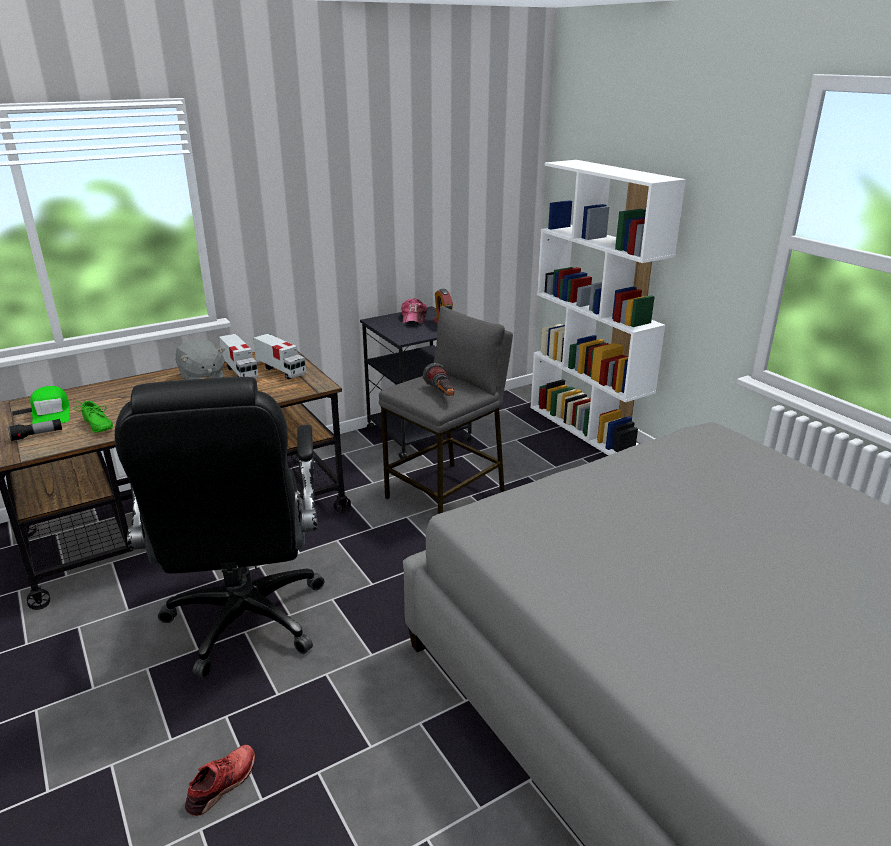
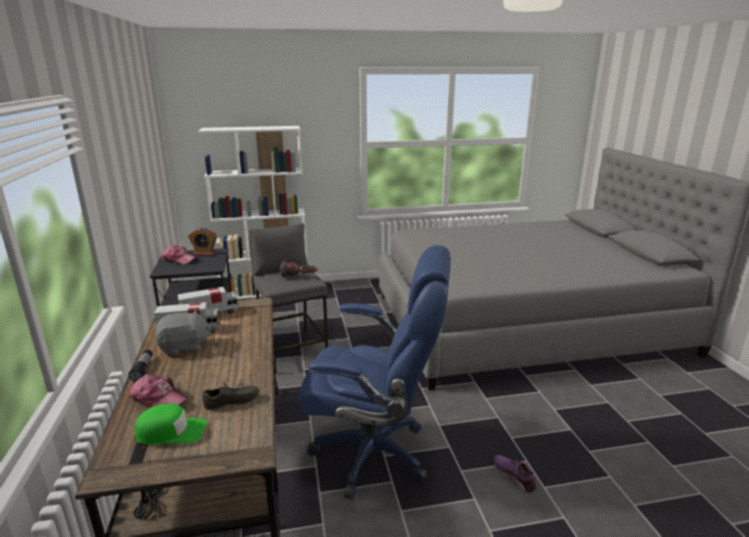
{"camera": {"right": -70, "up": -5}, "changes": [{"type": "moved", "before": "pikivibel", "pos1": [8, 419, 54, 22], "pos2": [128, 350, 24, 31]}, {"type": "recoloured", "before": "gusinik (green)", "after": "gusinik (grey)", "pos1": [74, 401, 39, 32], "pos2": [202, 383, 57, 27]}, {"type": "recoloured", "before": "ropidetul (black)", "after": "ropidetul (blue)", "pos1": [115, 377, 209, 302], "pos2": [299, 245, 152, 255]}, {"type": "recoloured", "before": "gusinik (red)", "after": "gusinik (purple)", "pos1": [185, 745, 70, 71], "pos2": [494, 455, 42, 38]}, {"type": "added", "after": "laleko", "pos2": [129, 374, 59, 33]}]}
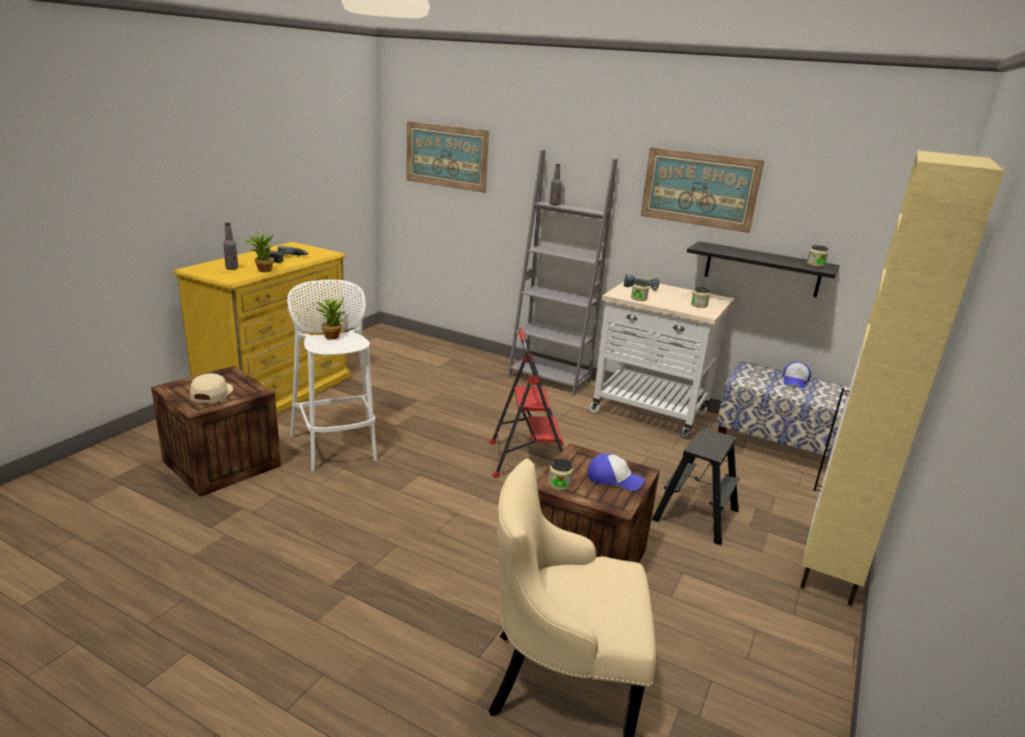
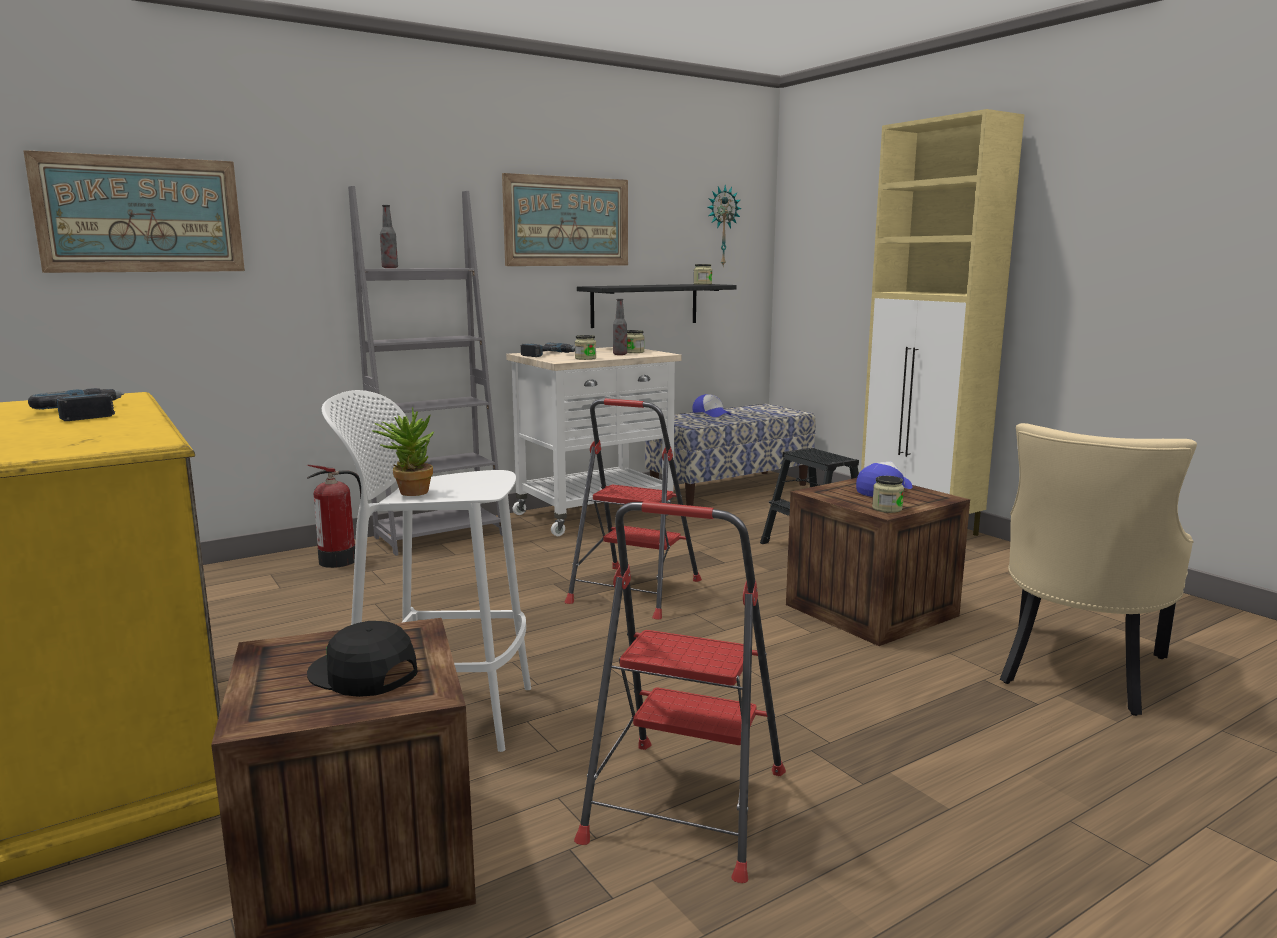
{"camera": {"right": -60, "up": -10}, "changes": [{"type": "recoloured", "before": "laleko (beige)", "after": "laleko (black)", "pos1": [190, 374, 43, 29], "pos2": [307, 621, 111, 76]}, {"type": "moved", "before": "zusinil", "pos1": [223, 222, 15, 48], "pos2": [613, 299, 14, 56]}, {"type": "removed", "before": "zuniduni", "pos1": [243, 230, 31, 42]}, {"type": "added", "after": "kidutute", "pos2": [307, 465, 54, 103]}, {"type": "added", "after": "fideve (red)", "pos2": [574, 501, 212, 382]}, {"type": "added", "after": "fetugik", "pos2": [707, 185, 35, 81]}]}
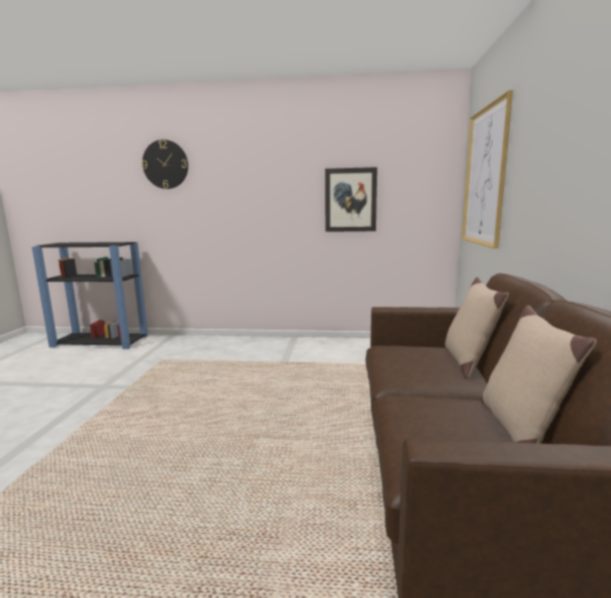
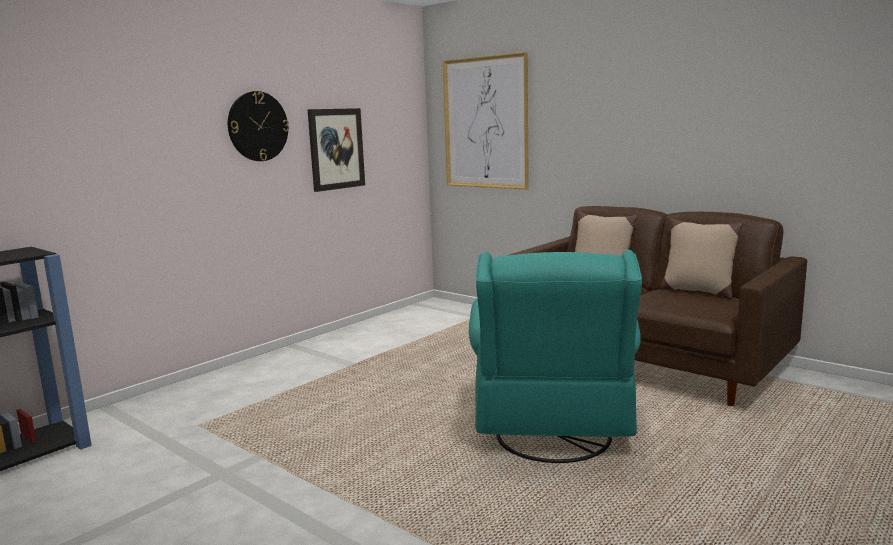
{"camera": {"right": -55, "up": 0}, "changes": [{"type": "moved", "before": "fetugik", "pos1": [142, 140, 46, 49], "pos2": [228, 91, 61, 70]}, {"type": "added", "after": "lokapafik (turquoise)", "pos2": [469, 250, 173, 213]}]}
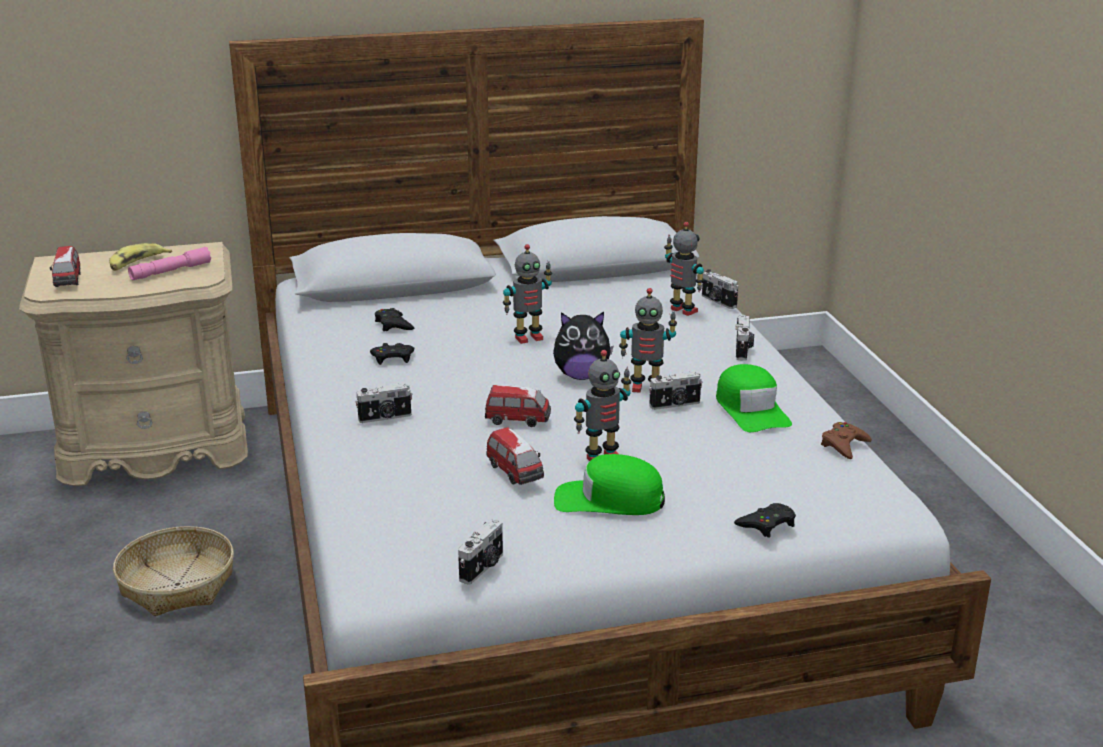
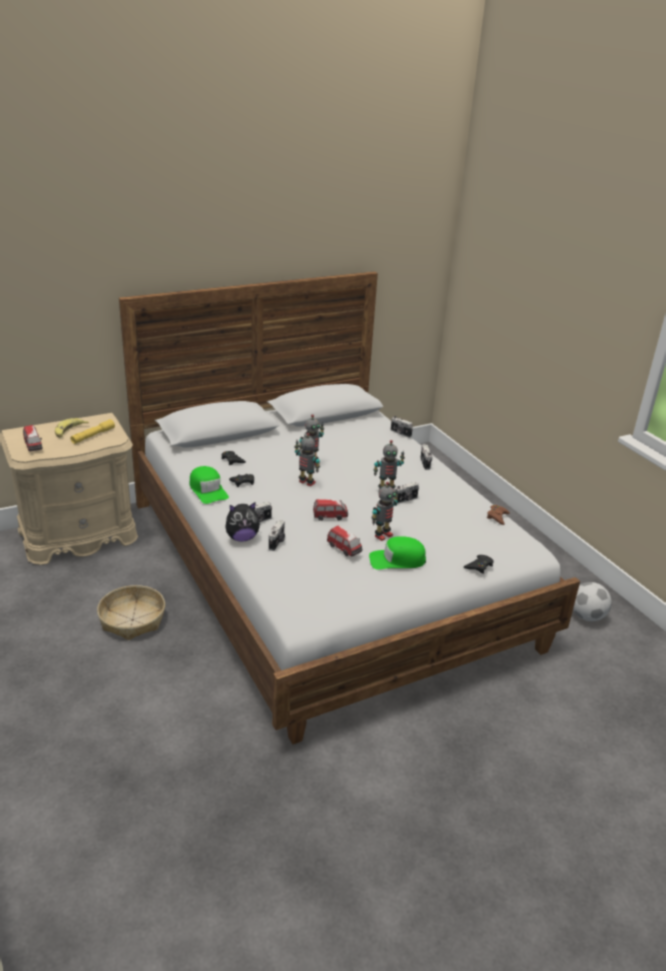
{"camera": {"right": -15, "up": 5}, "changes": [{"type": "recoloured", "before": "pikivibel (pink)", "after": "pikivibel (yellow)", "pos1": [128, 247, 83, 33], "pos2": [70, 419, 45, 25]}, {"type": "moved", "before": "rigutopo", "pos1": [458, 519, 45, 66], "pos2": [269, 520, 16, 31]}, {"type": "moved", "before": "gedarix", "pos1": [553, 312, 60, 68], "pos2": [225, 502, 35, 40]}, {"type": "moved", "before": "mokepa", "pos1": [664, 222, 40, 94], "pos2": [294, 433, 26, 54]}, {"type": "moved", "before": "laleko (green)", "pos1": [716, 364, 76, 68], "pos2": [190, 466, 39, 38]}, {"type": "added", "after": "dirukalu", "pos2": [573, 582, 39, 39]}]}
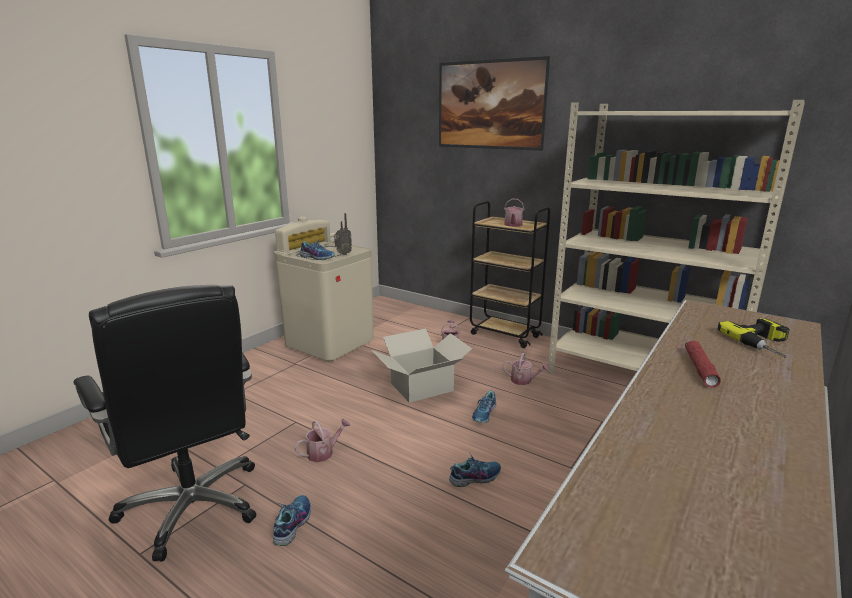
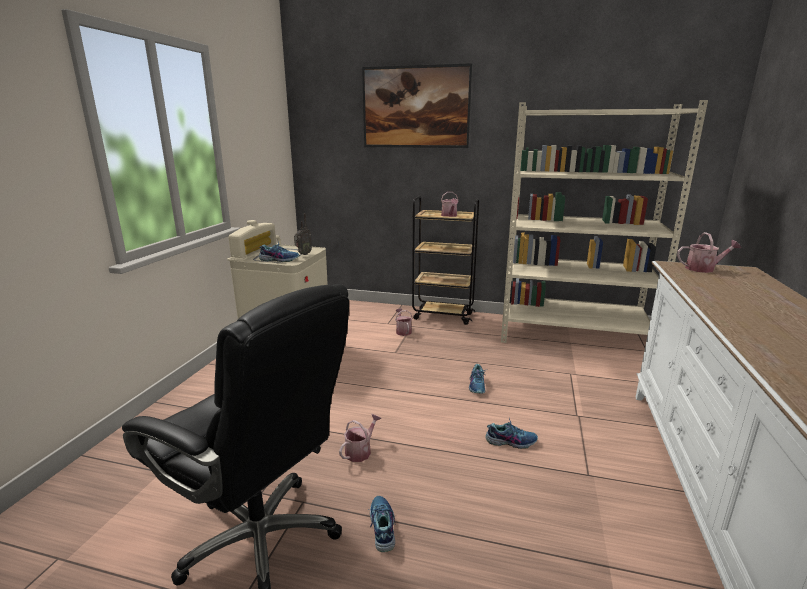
{"camera": {"right": -20, "up": 0}, "changes": [{"type": "removed", "before": "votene", "pos1": [372, 328, 100, 75]}, {"type": "turned", "before": "gusinik", "pos1": [449, 451, 52, 36], "pos2": [485, 418, 53, 31], "turn": 45}, {"type": "moved", "before": "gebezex", "pos1": [503, 353, 46, 32], "pos2": [677, 232, 64, 41]}, {"type": "removed", "before": "pikivibel (red)", "pos1": [685, 340, 36, 48]}, {"type": "removed", "before": "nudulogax", "pos1": [718, 318, 72, 40]}]}
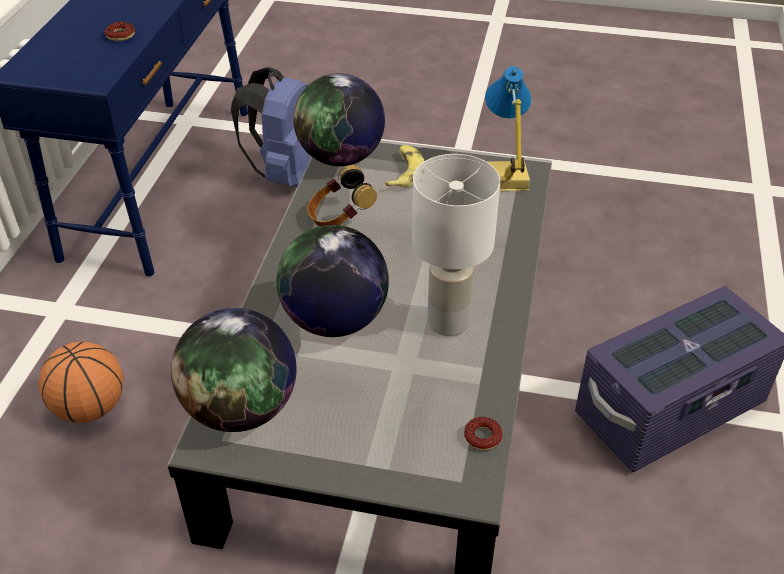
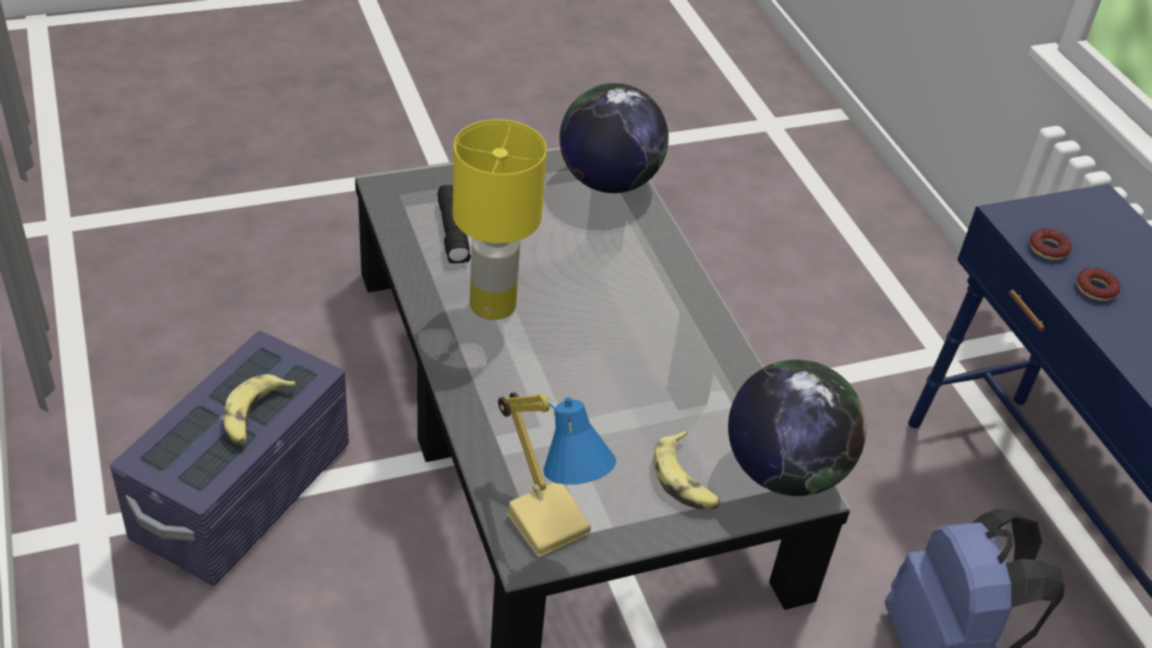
{"camera": {"right": 145, "up": 0}, "changes": [{"type": "removed", "before": "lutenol", "pos1": [38, 342, 86, 81]}, {"type": "removed", "before": "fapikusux", "pos1": [276, 225, 113, 112]}, {"type": "removed", "before": "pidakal", "pos1": [307, 165, 70, 62]}, {"type": "recoloured", "before": "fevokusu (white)", "after": "fevokusu (yellow)", "pos1": [412, 154, 89, 182], "pos2": [453, 119, 94, 201]}, {"type": "moved", "before": "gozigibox", "pos1": [464, 417, 39, 33], "pos2": [1029, 228, 43, 32]}, {"type": "added", "after": "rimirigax", "pos2": [223, 374, 73, 72]}, {"type": "added", "after": "pikivibel (black)", "pos2": [438, 185, 33, 78]}]}
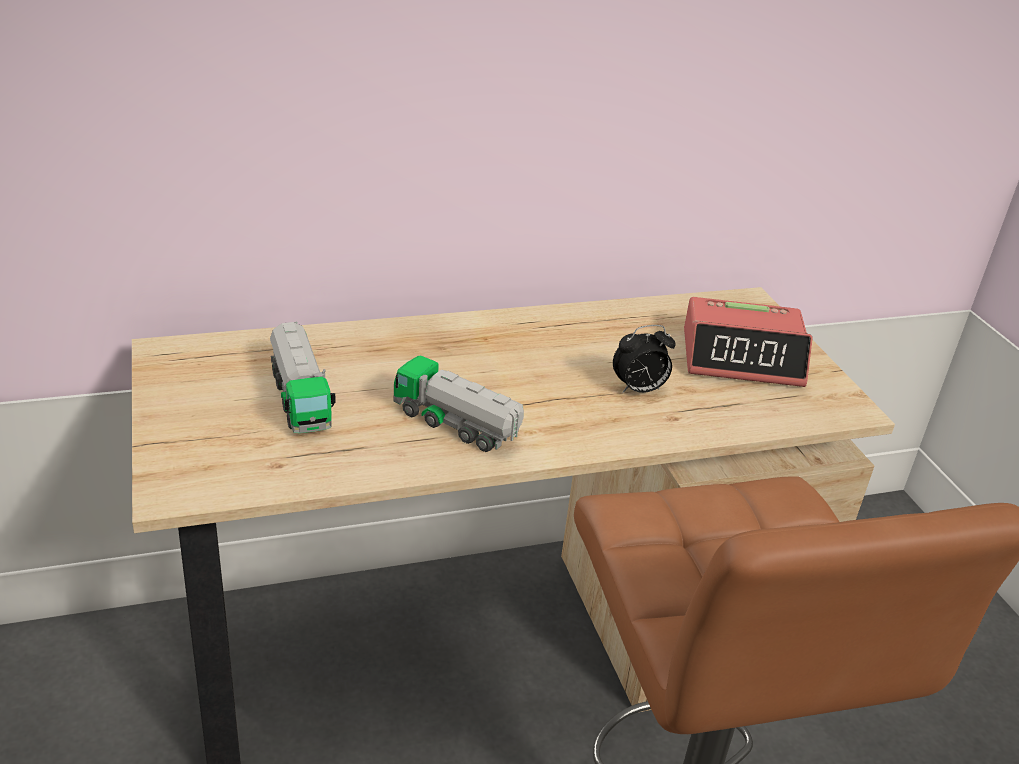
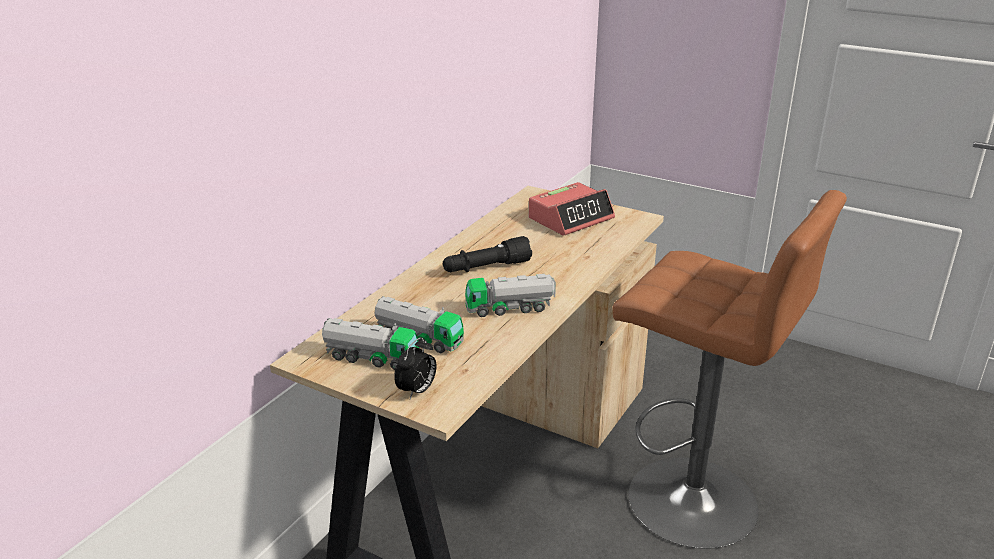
{"camera": {"right": -40, "up": -5}, "changes": [{"type": "moved", "before": "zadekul", "pos1": [613, 325, 63, 68], "pos2": [394, 337, 42, 62]}, {"type": "added", "after": "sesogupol", "pos2": [322, 318, 97, 52]}, {"type": "added", "after": "pikivibel (black)", "pos2": [443, 236, 89, 36]}]}
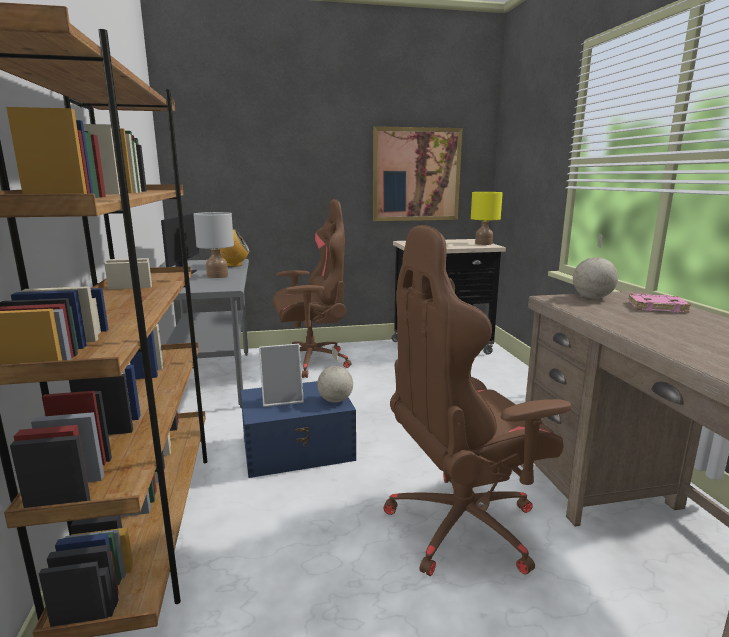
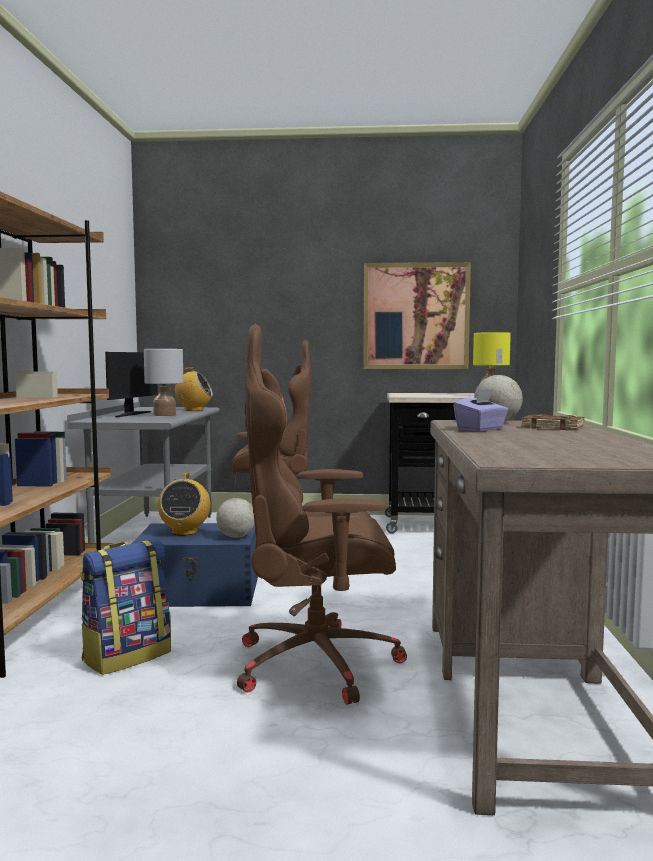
{"camera": {"right": 15, "up": -10}, "changes": [{"type": "replaced", "before": "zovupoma", "after": "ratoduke", "pos1": [259, 343, 45, 64], "pos2": [158, 473, 53, 63]}, {"type": "recoloured", "before": "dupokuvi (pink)", "after": "dupokuvi (brown)", "pos1": [628, 294, 63, 19], "pos2": [521, 414, 63, 16]}, {"type": "added", "after": "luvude", "pos2": [80, 539, 91, 136]}, {"type": "added", "after": "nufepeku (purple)", "pos2": [453, 389, 55, 42]}]}
